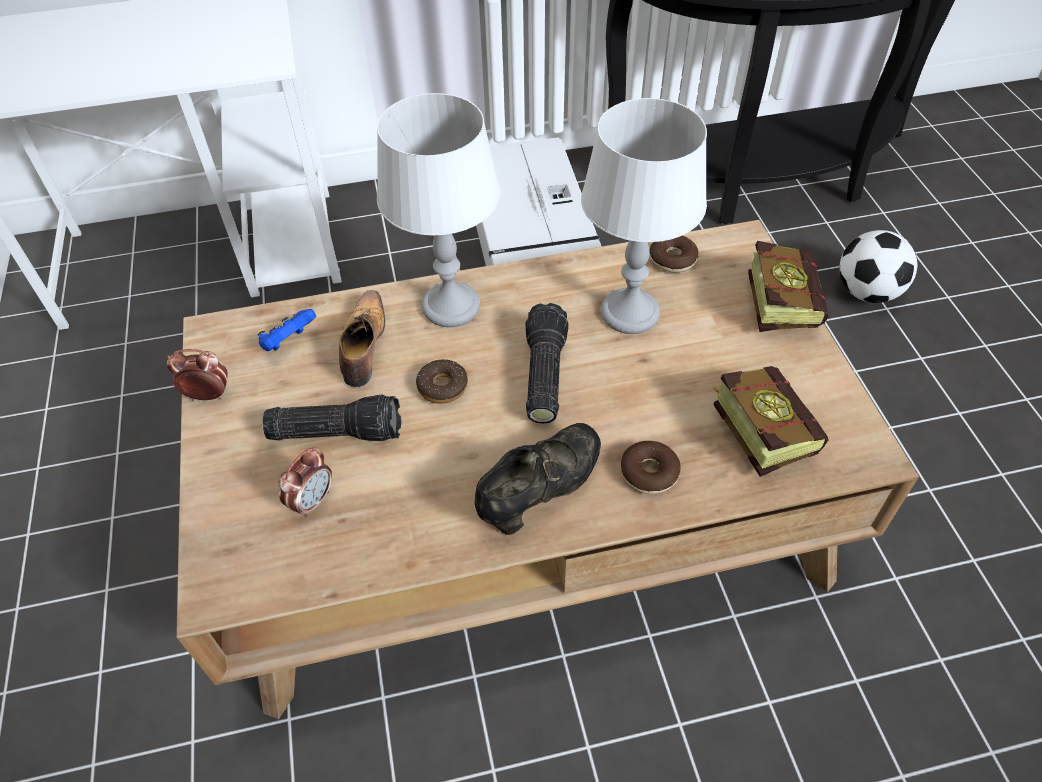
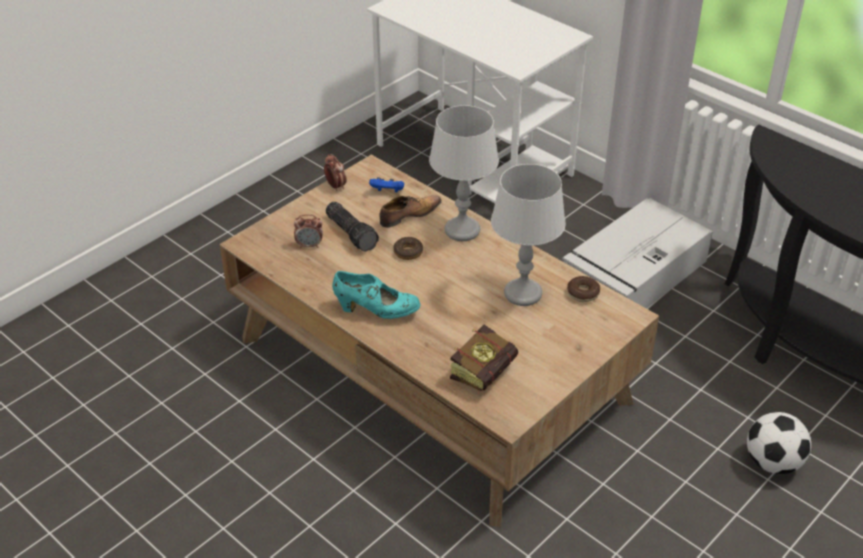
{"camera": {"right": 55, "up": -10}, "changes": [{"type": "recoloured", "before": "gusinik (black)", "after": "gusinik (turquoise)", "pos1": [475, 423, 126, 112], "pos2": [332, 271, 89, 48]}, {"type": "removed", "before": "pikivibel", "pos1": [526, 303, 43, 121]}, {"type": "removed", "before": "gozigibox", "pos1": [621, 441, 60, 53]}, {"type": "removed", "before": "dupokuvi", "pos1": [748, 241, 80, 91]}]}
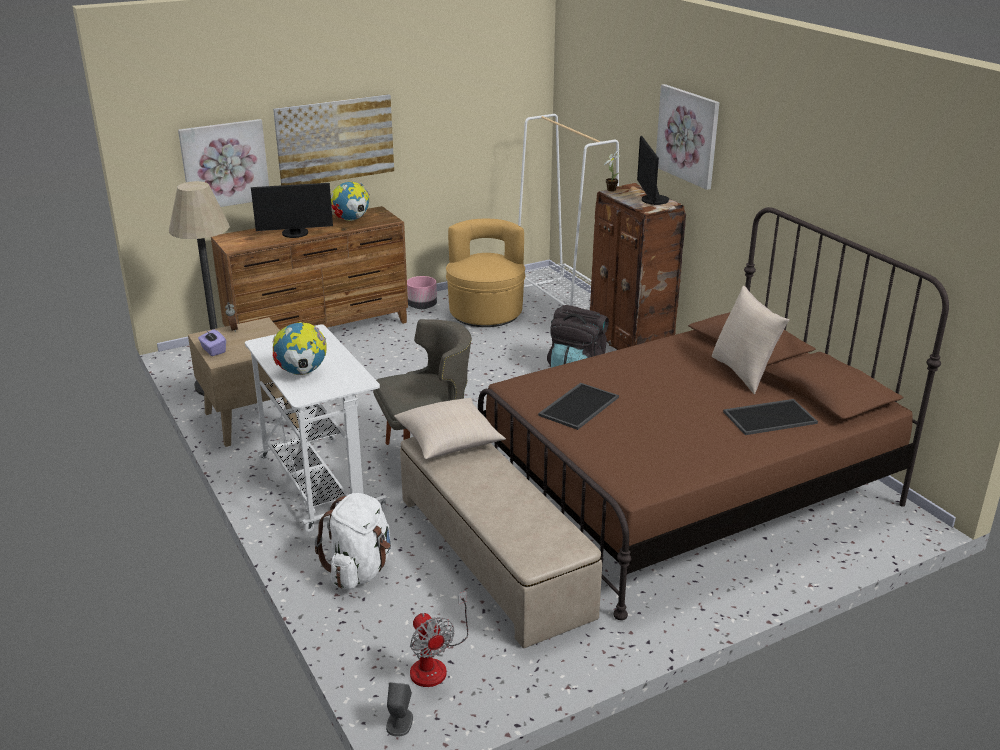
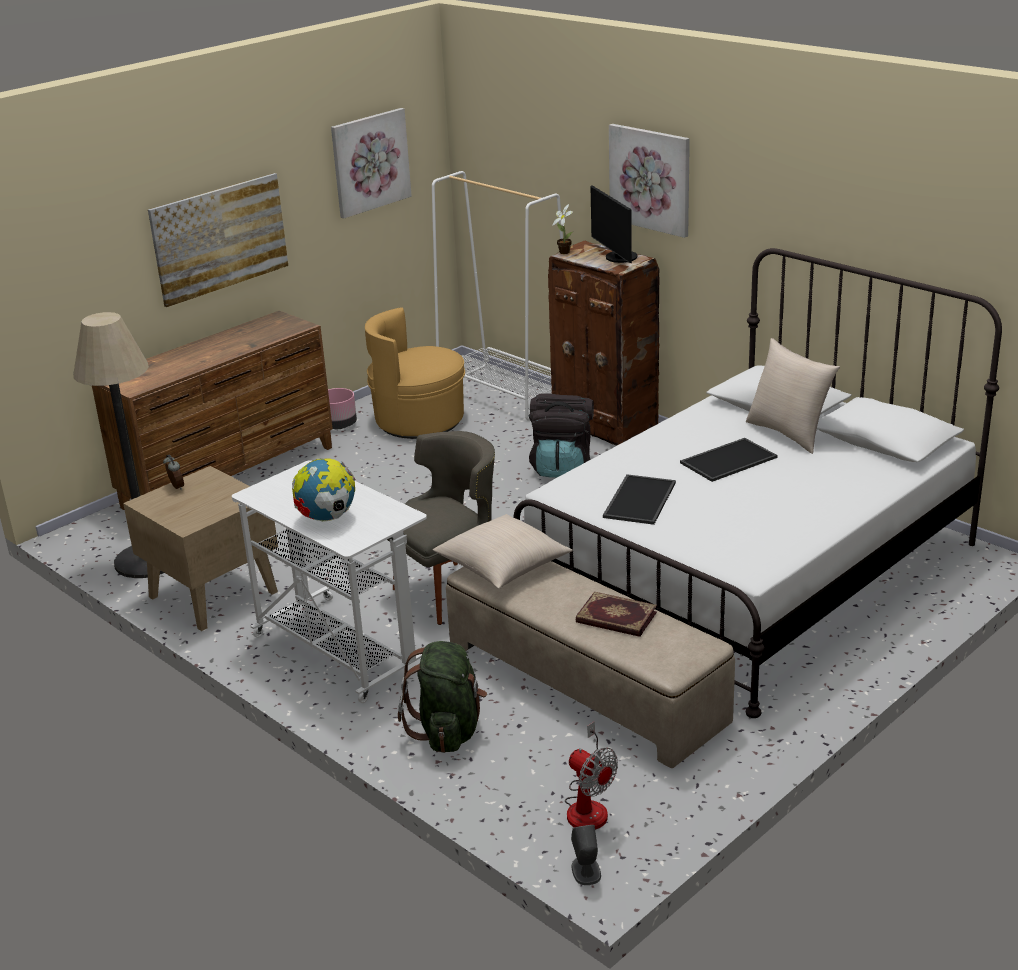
{"camera": {"right": -15, "up": 0}, "changes": [{"type": "moved", "before": "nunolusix", "pos1": [178, 119, 91, 88], "pos2": [331, 108, 81, 110]}, {"type": "removed", "before": "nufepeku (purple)", "pos1": [198, 330, 28, 26]}, {"type": "removed", "before": "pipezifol", "pos1": [251, 183, 82, 55]}, {"type": "recoloured", "before": "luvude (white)", "after": "luvude (green)", "pos1": [315, 493, 76, 97], "pos2": [398, 641, 89, 112]}, {"type": "removed", "before": "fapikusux", "pos1": [331, 182, 39, 39]}, {"type": "turned", "before": "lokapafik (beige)", "pos1": [446, 219, 79, 108], "pos2": [365, 307, 100, 132], "turn": -75}, {"type": "recoloured", "before": "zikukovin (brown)", "after": "zikukovin (white)", "pos1": [478, 207, 471, 413], "pos2": [514, 248, 488, 470]}, {"type": "moved", "before": "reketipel", "pos1": [723, 399, 95, 36], "pos2": [680, 438, 97, 44]}, {"type": "added", "after": "dupokuvi", "pos2": [576, 591, 81, 46]}]}
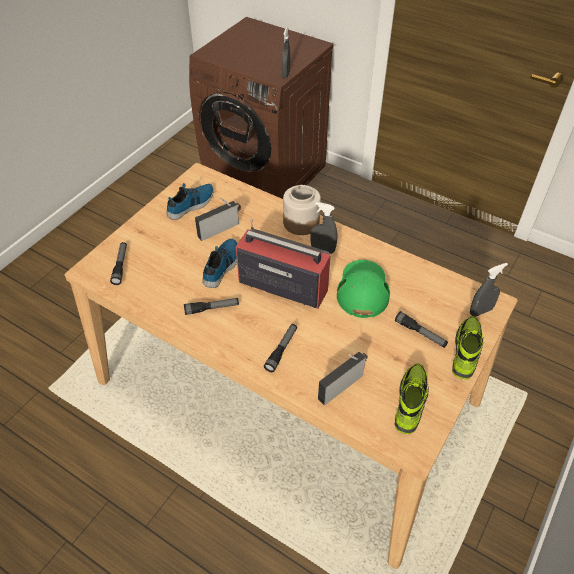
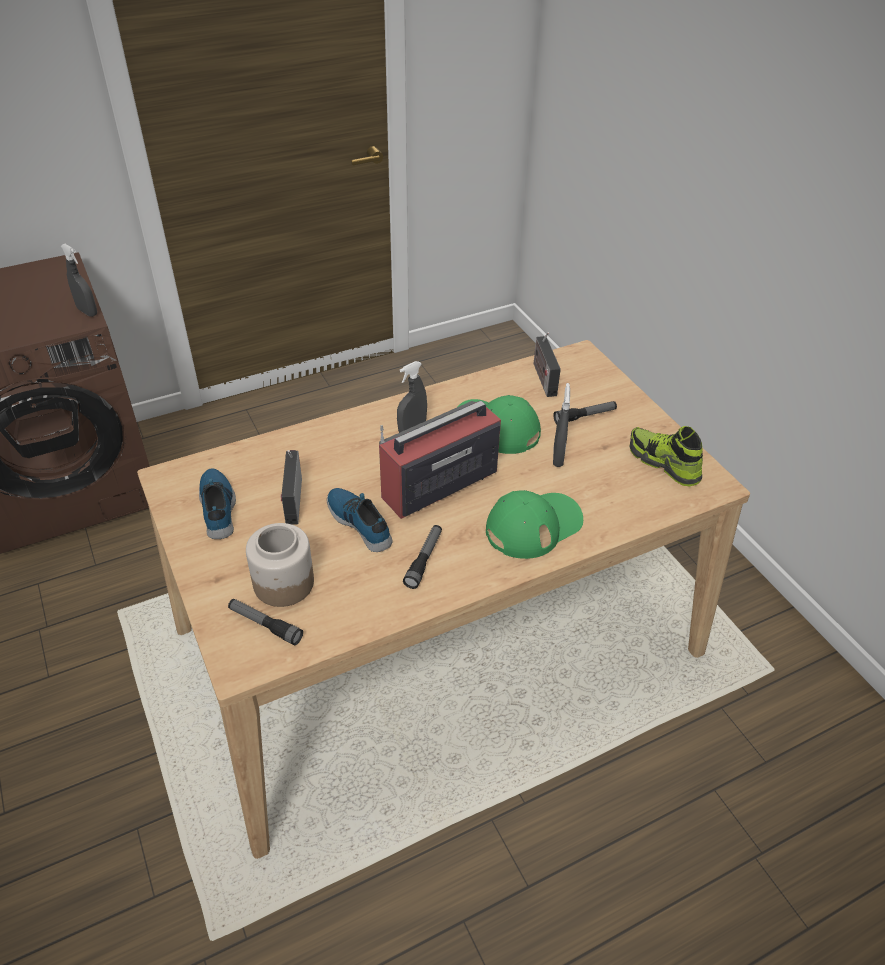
{"camera": {"right": -60, "up": -5}, "changes": [{"type": "replaced", "before": "pikivibel", "after": "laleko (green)", "pos1": [264, 324, 33, 48], "pos2": [486, 490, 97, 69]}, {"type": "moved", "before": "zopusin", "pos1": [283, 185, 38, 50], "pos2": [246, 523, 68, 84]}, {"type": "moved", "before": "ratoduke", "pos1": [318, 352, 50, 53], "pos2": [534, 332, 27, 65]}, {"type": "removed", "before": "gusinik", "pos1": [452, 316, 32, 63]}, {"type": "moved", "before": "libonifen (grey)", "pos1": [470, 263, 38, 54], "pos2": [553, 383, 17, 84]}]}
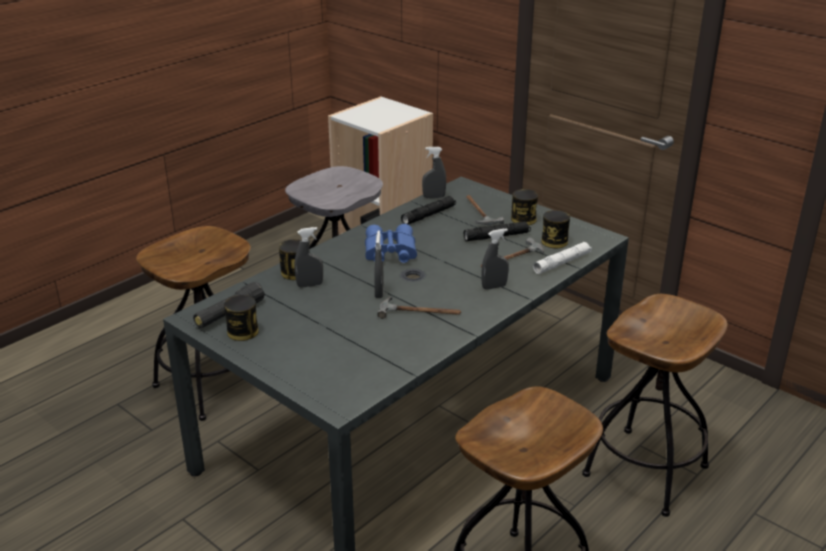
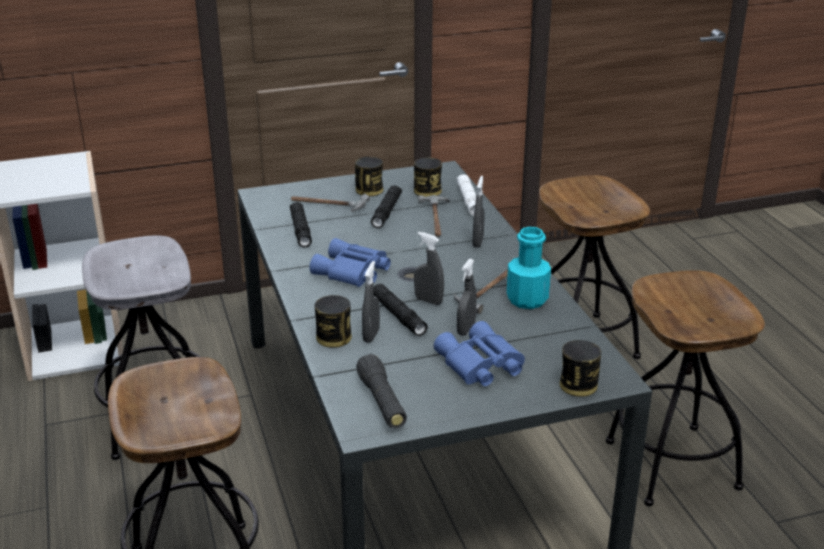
{"camera": {"right": -60, "up": 0}, "changes": [{"type": "moved", "before": "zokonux", "pos1": [224, 295, 35, 46], "pos2": [559, 340, 42, 57]}, {"type": "moved", "before": "libonifen (grey)", "pos1": [422, 147, 24, 51], "pos2": [457, 259, 20, 77]}, {"type": "added", "after": "pikivibel (black)", "pos2": [373, 284, 55, 52]}, {"type": "added", "after": "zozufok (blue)", "pos2": [434, 321, 91, 65]}, {"type": "added", "after": "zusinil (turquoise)", "pos2": [507, 227, 44, 82]}]}
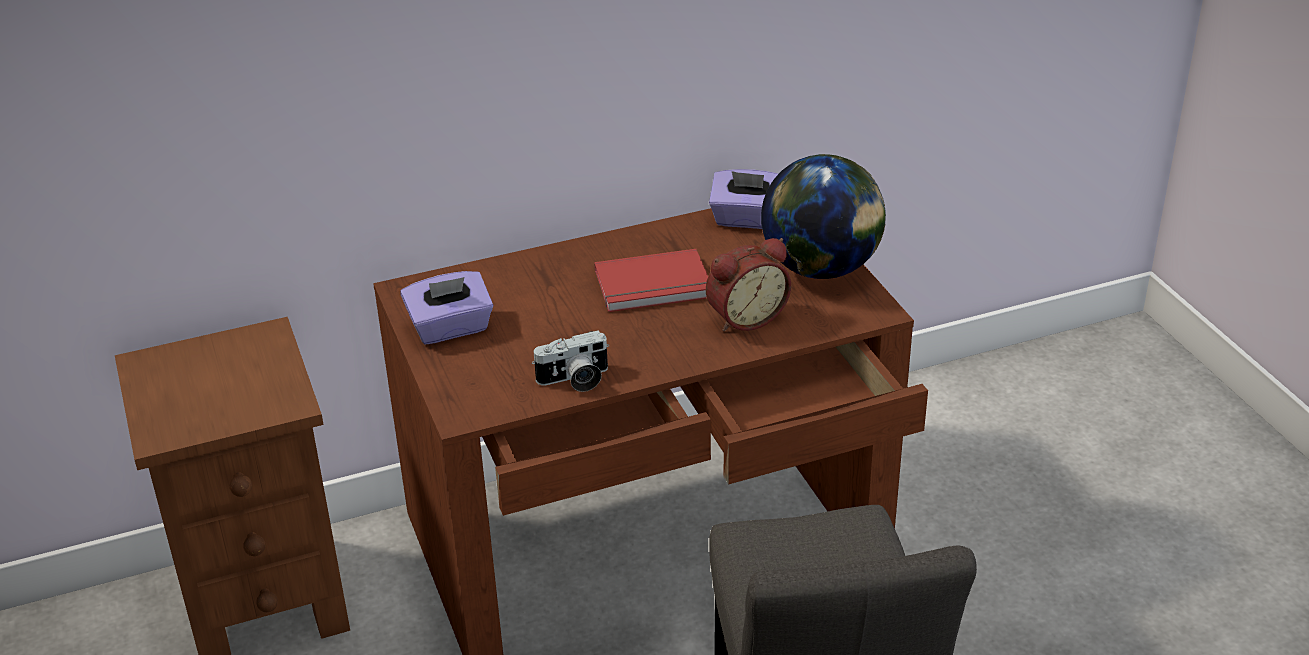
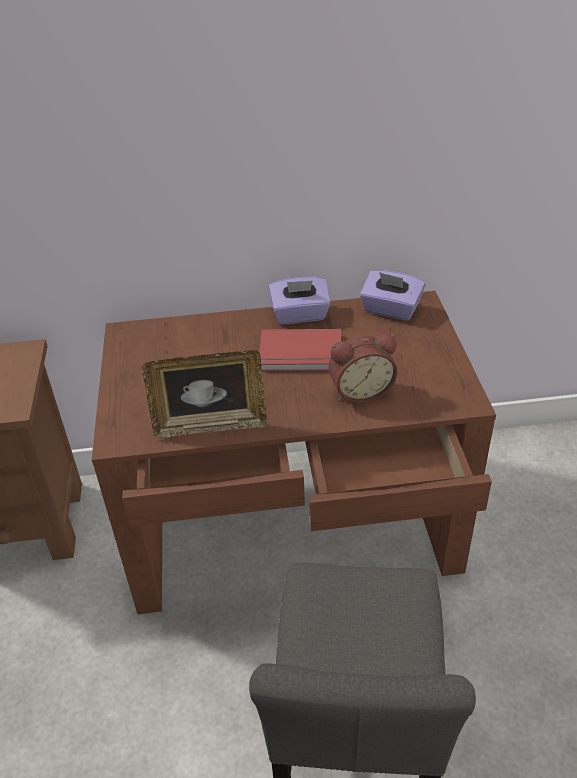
{"camera": {"right": 15, "up": 5}, "changes": [{"type": "moved", "before": "nufepeku (purple)", "pos1": [401, 271, 93, 74], "pos2": [269, 277, 62, 47]}, {"type": "replaced", "before": "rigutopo", "after": "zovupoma", "pos1": [532, 330, 77, 62], "pos2": [142, 350, 125, 88]}, {"type": "removed", "before": "fapikusux", "pos1": [761, 154, 125, 125]}]}
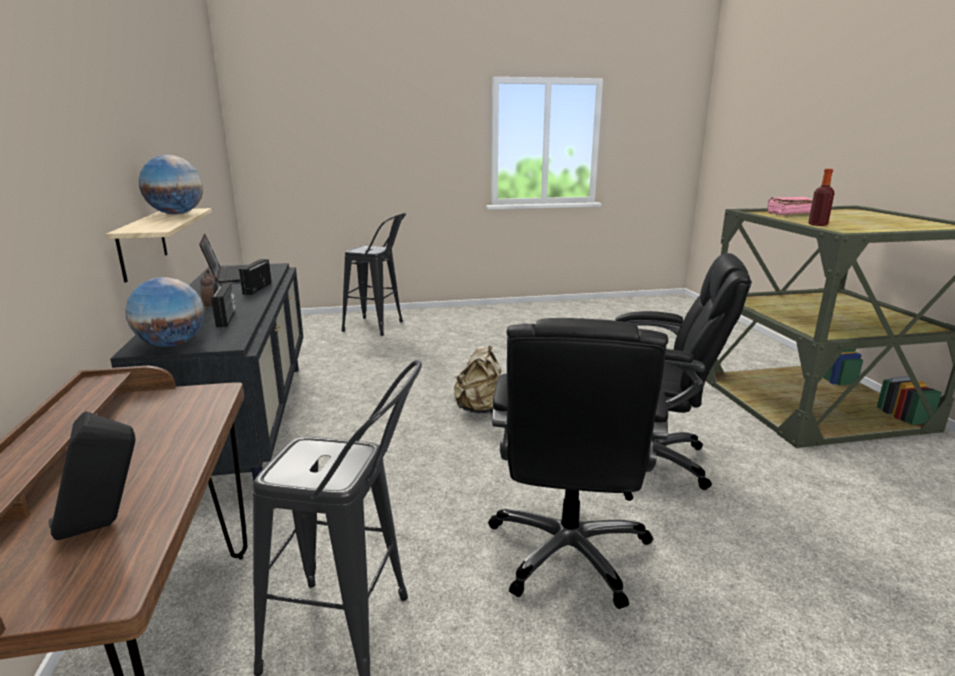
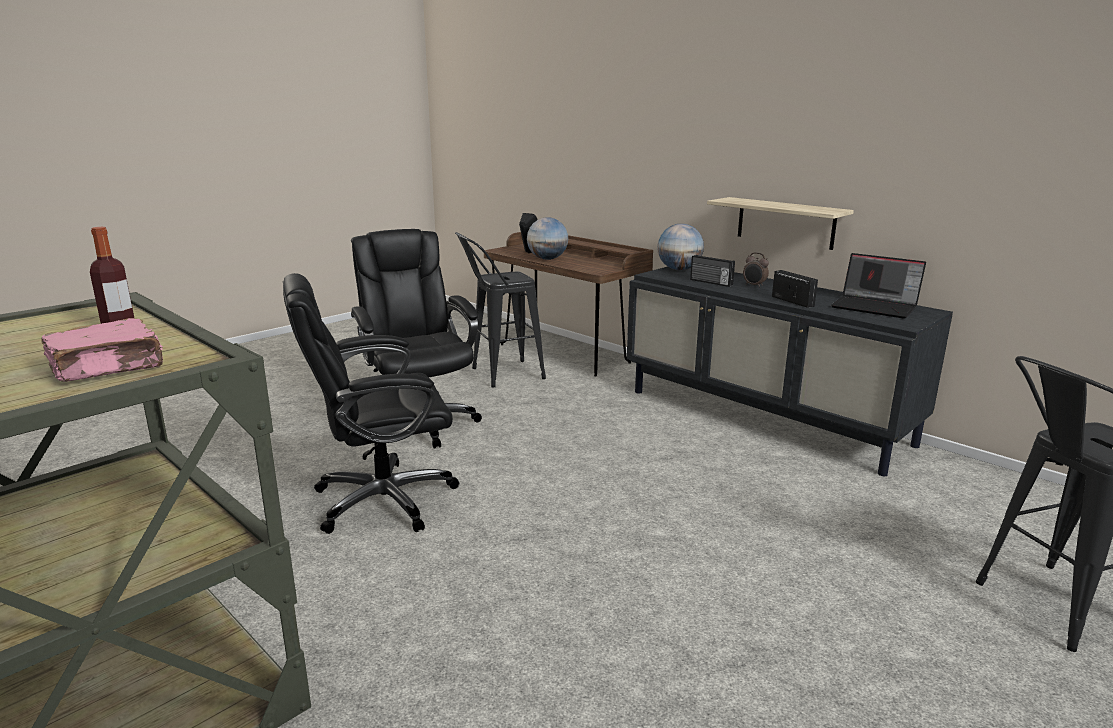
{"camera": {"right": 145, "up": 0}, "changes": [{"type": "moved", "before": "fapikusux", "pos1": [139, 155, 64, 59], "pos2": [527, 217, 41, 43]}, {"type": "removed", "before": "luvude (beige)", "pos1": [454, 345, 47, 69]}]}
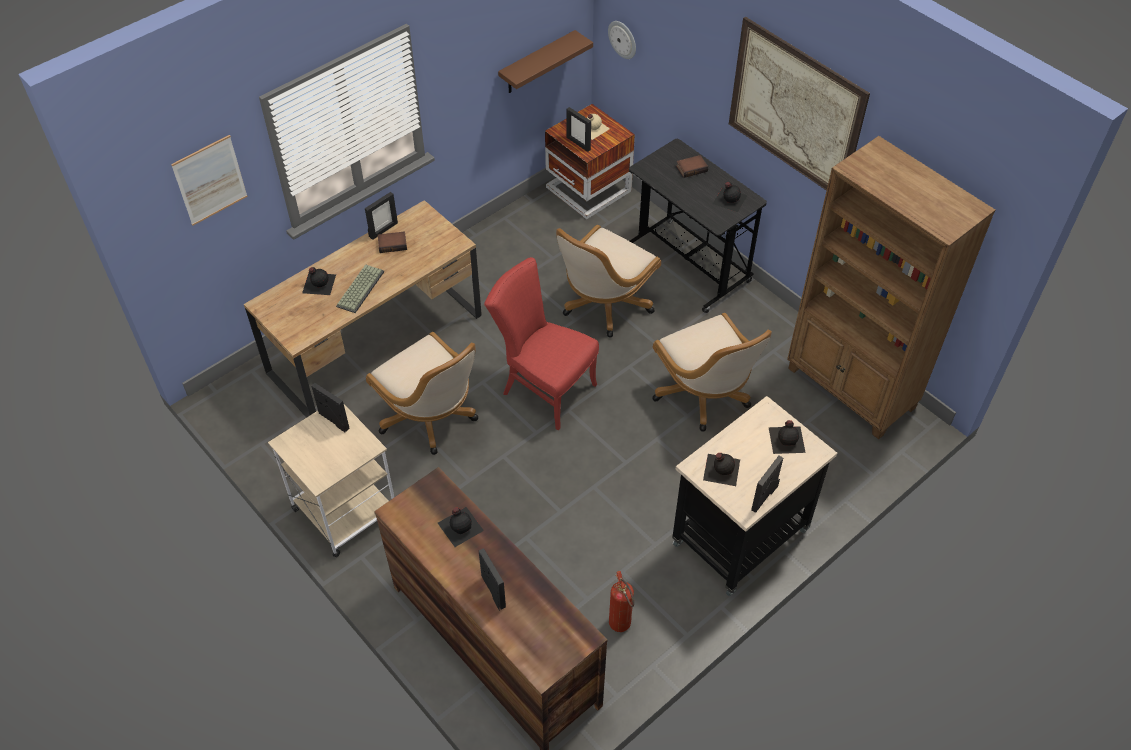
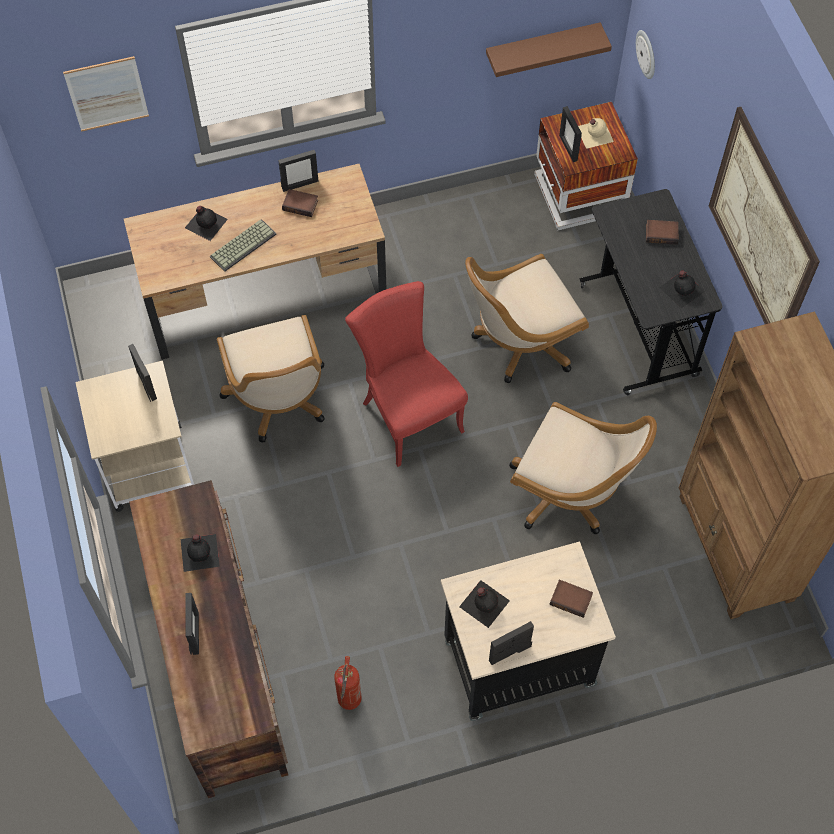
{"camera": {"right": 25, "up": 10}, "changes": [{"type": "turned", "before": "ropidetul", "pos1": [652, 313, 120, 119], "pos2": [509, 402, 148, 132], "turn": -60}, {"type": "replaced", "before": "zusinil (black)", "after": "dupokuvi", "pos1": [769, 420, 37, 34], "pos2": [550, 579, 43, 39]}]}
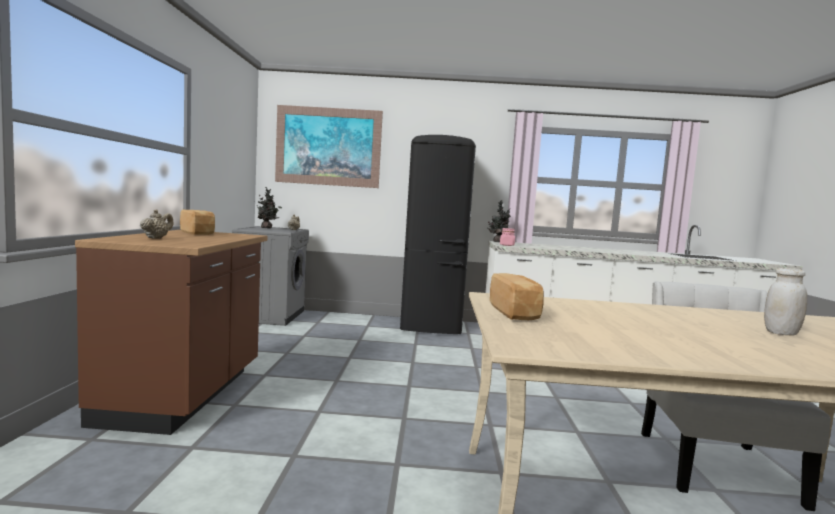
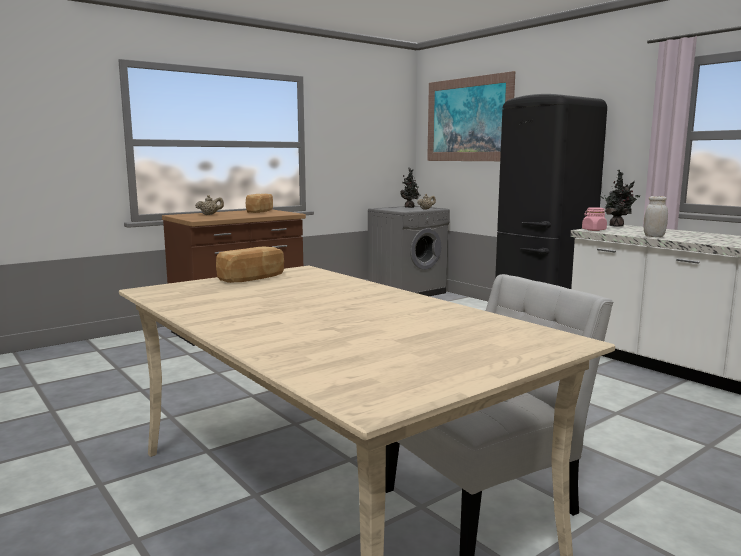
{"camera": {"right": 50, "up": 5}, "changes": [{"type": "moved", "before": "zopusin (white)", "pos1": [764, 268, 43, 68], "pos2": [644, 196, 24, 41]}]}
